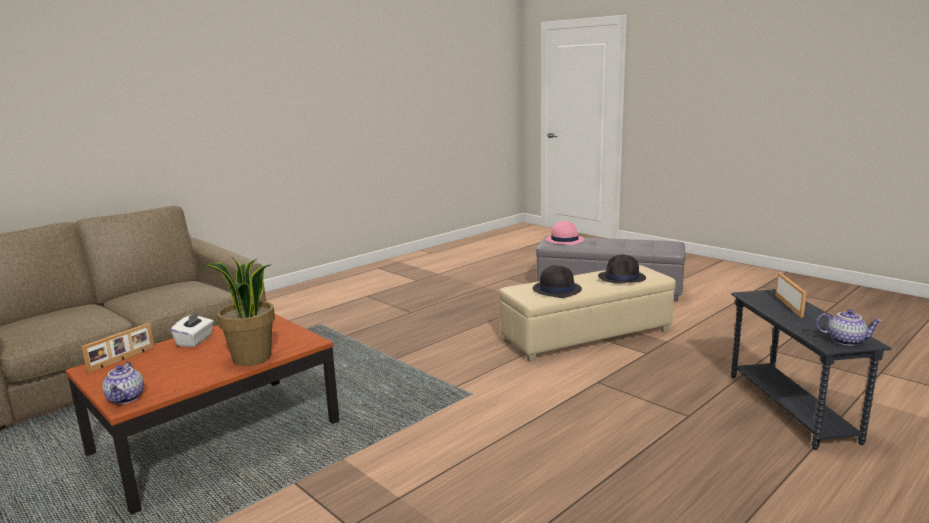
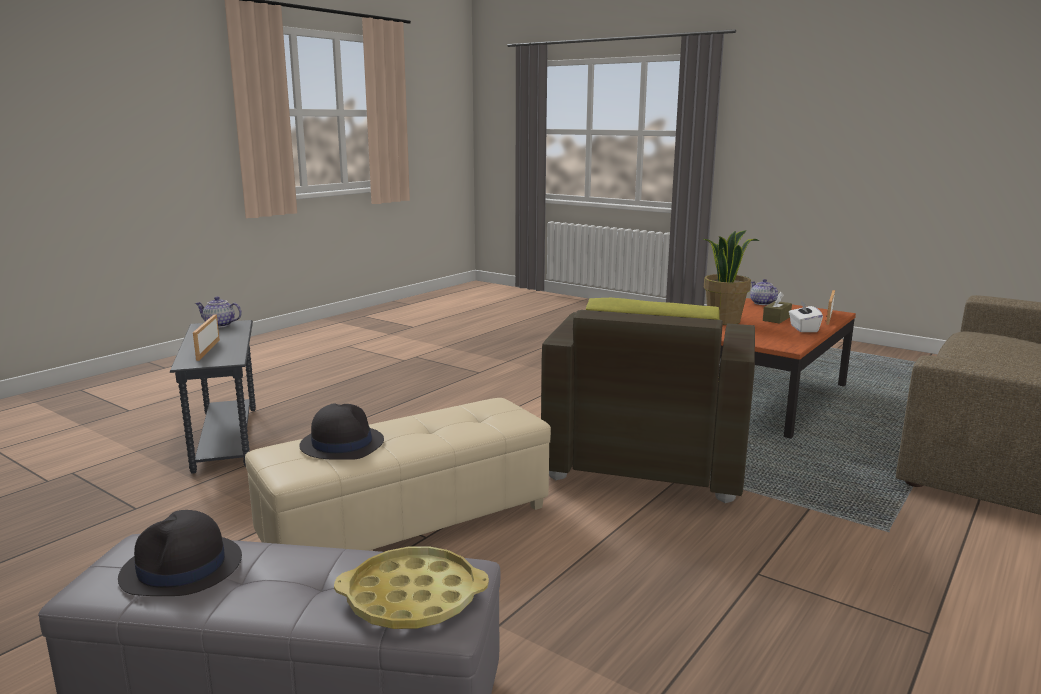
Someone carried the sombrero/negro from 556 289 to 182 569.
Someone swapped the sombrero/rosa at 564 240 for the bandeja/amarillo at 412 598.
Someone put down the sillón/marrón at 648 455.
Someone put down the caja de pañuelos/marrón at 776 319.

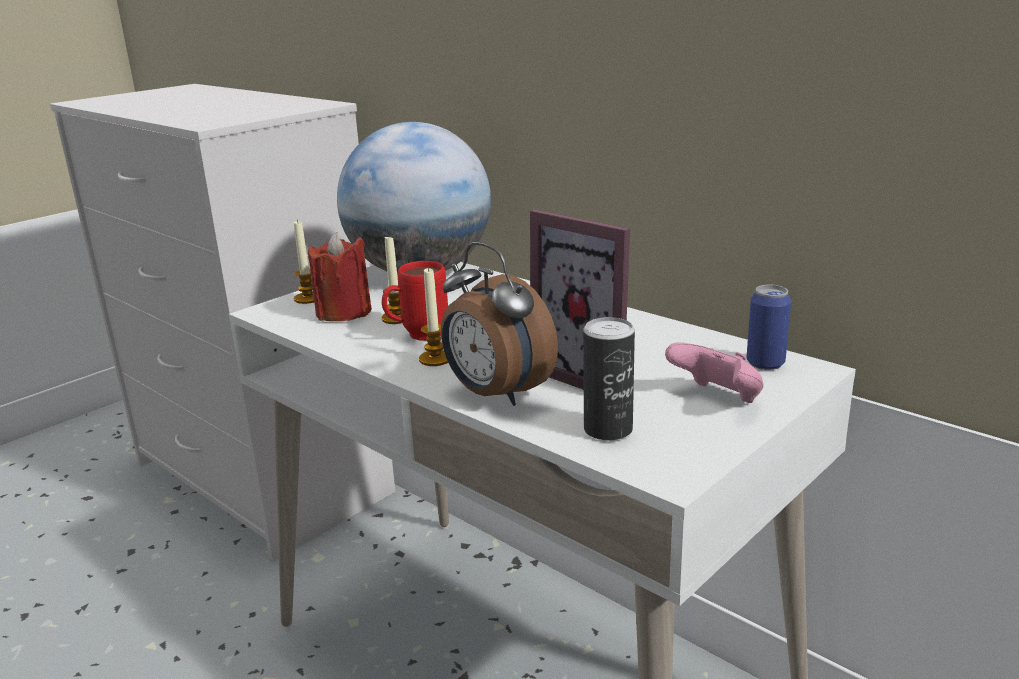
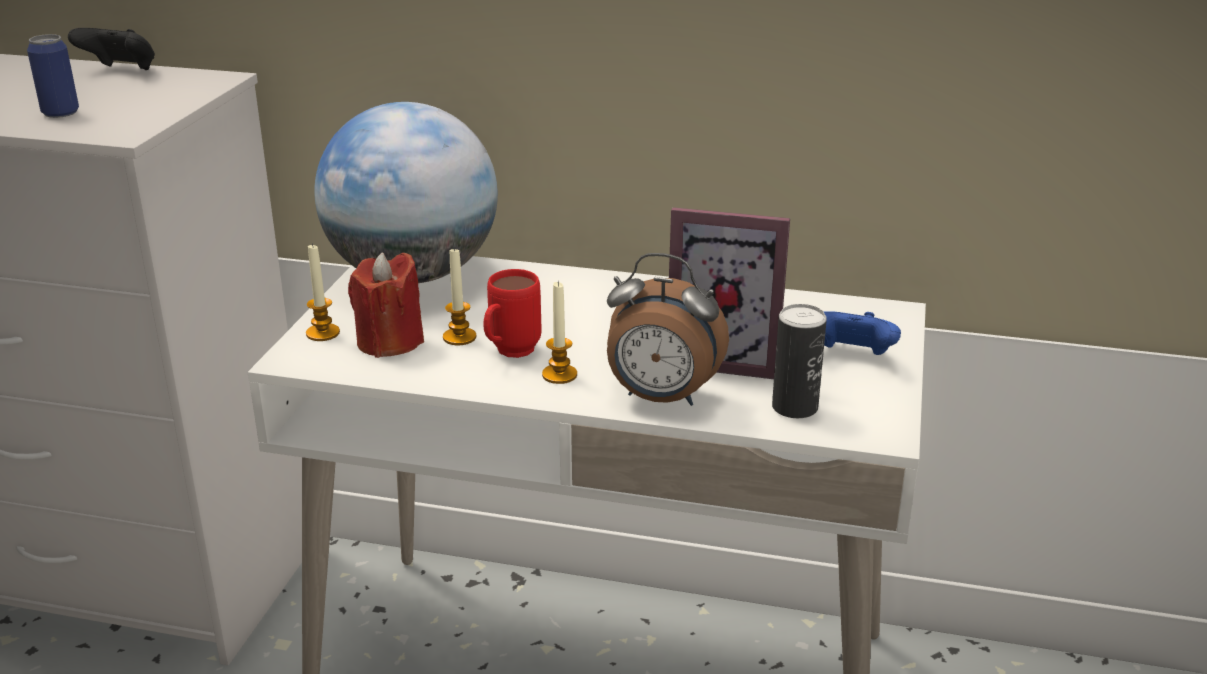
Someone repainted the mando de consola/rosa at 717 399, which became the mando de consola/azul at 851 357.
Someone carried the lata from 765 363 to 60 113.
Someone put down the mando de consola/negro at 121 71.

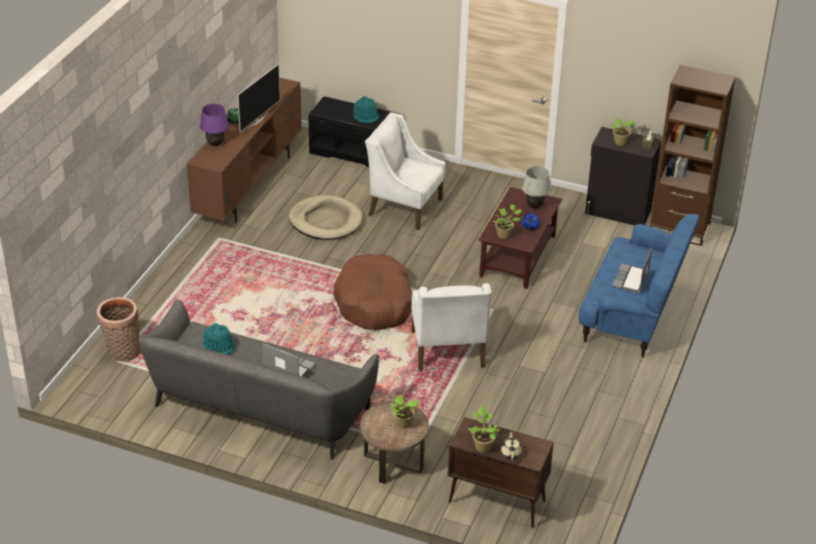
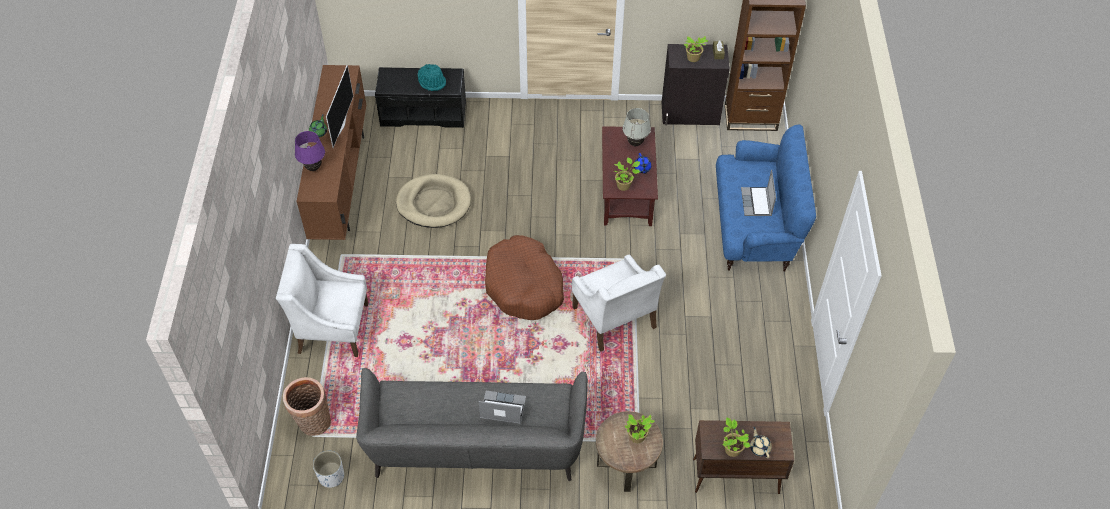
Someone took away the sombrero/turquesa at 219 346.
Someone carried the sillón/blanco from 404 206 to 332 328.
Someone put down the maceta/blanco at 331 476.

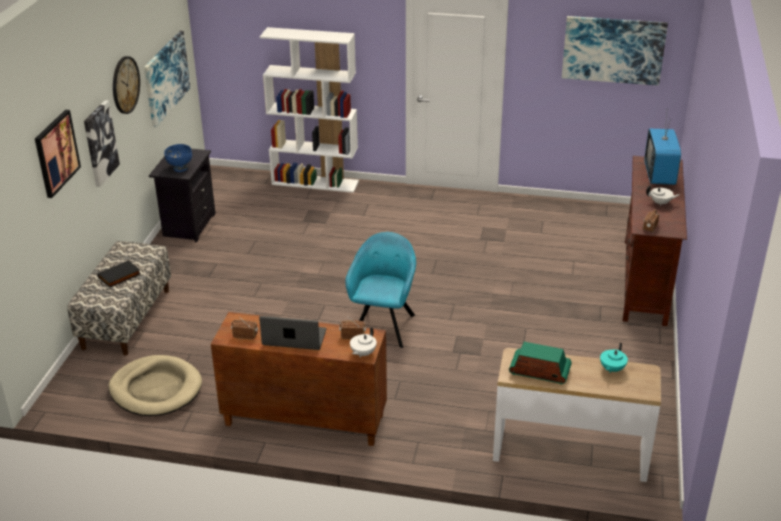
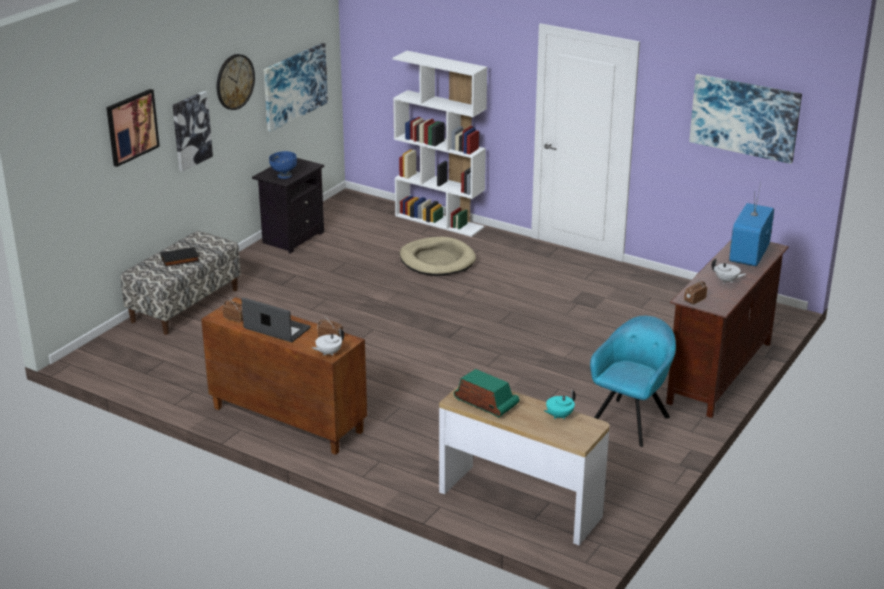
Someone carried the cama para perro/beis from 156 389 to 437 260.
Someone carried the sillón/turquesa from 383 325 to 630 420.

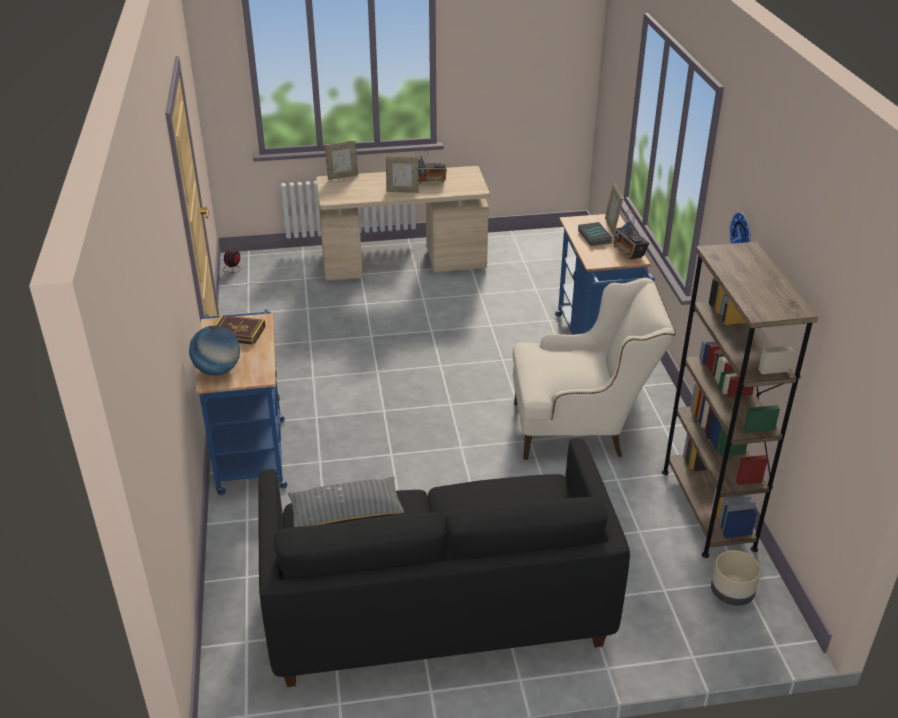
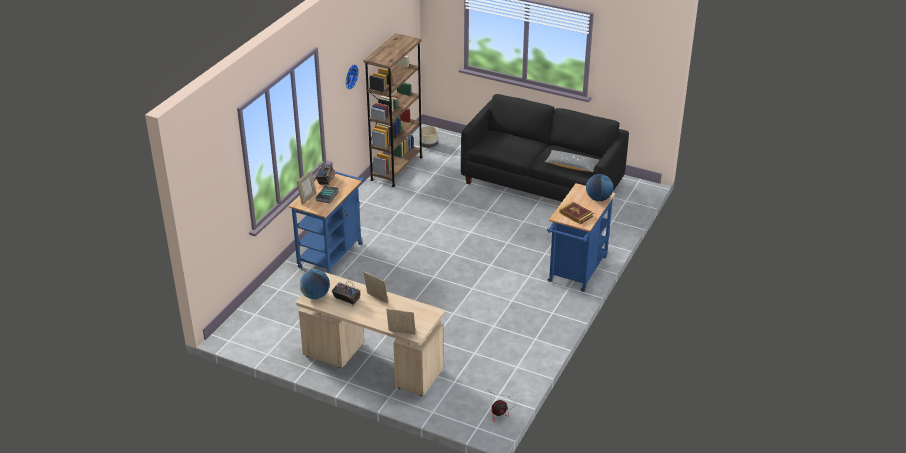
Someone took away the sillón/beis at 580 428.
Someone put down the globo terráqueo at 315 295.

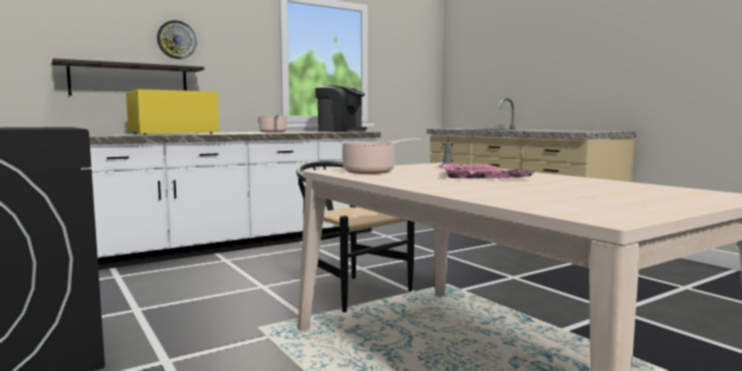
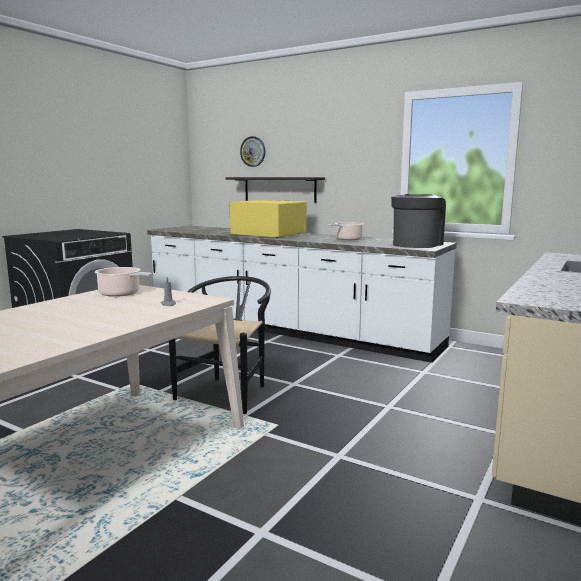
Someone carried the reloj de pared from 176 40 to 253 151.
Someone rotated the cafetera at 341 131 by 150 degrees counterclockwise.
Someone took away the bandeja/rosa at 483 176.

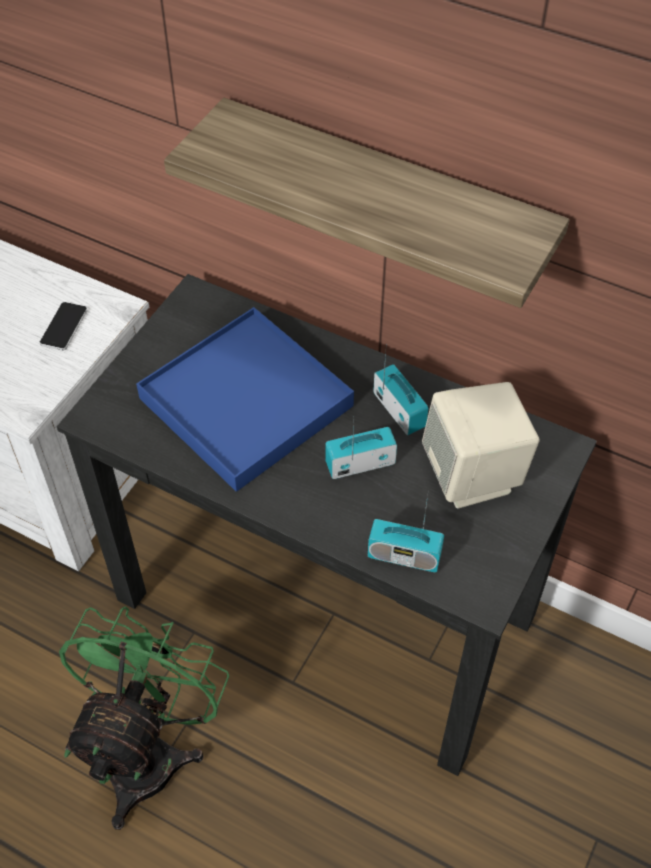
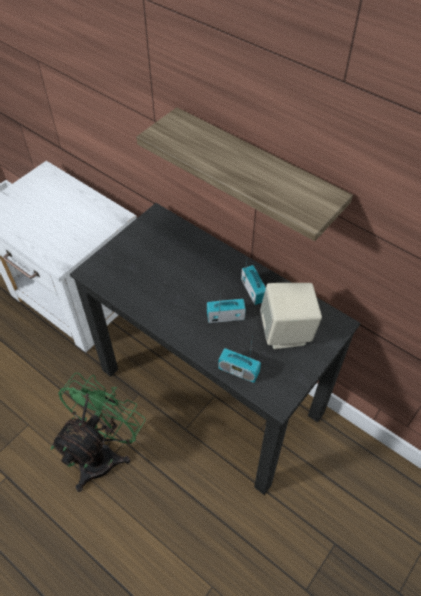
Someone took away the móvil at 64 327.
Someone took away the bandeja/azul at 247 402.

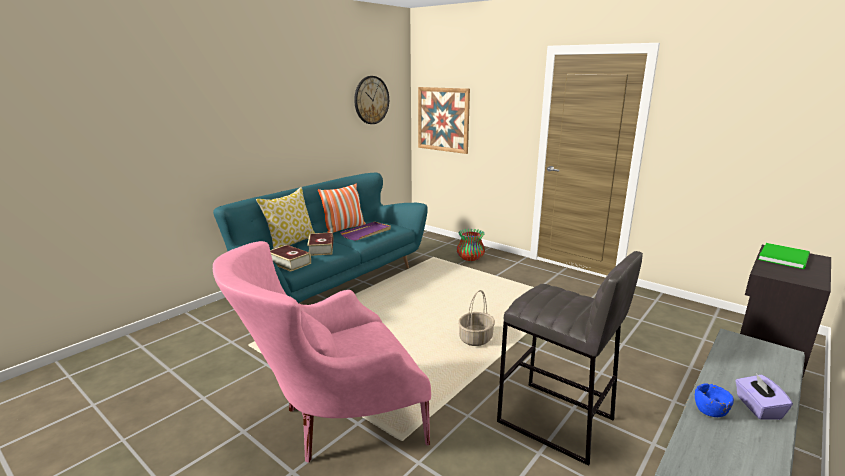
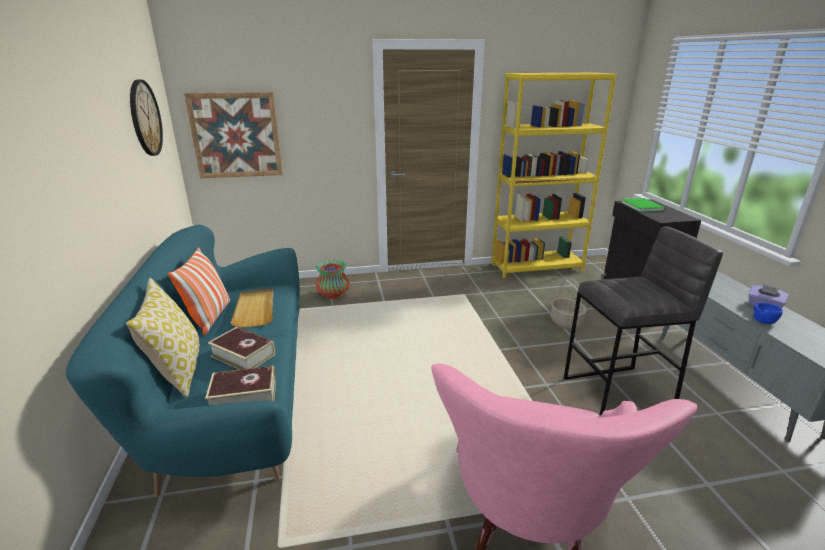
Someone repainted the bandeja/morado at 366 233, which became the bandeja/beis at 255 309.
Someone carried the cesta from 476 339 to 566 322.
Someone put down the estantería/amarillo at 536 267.

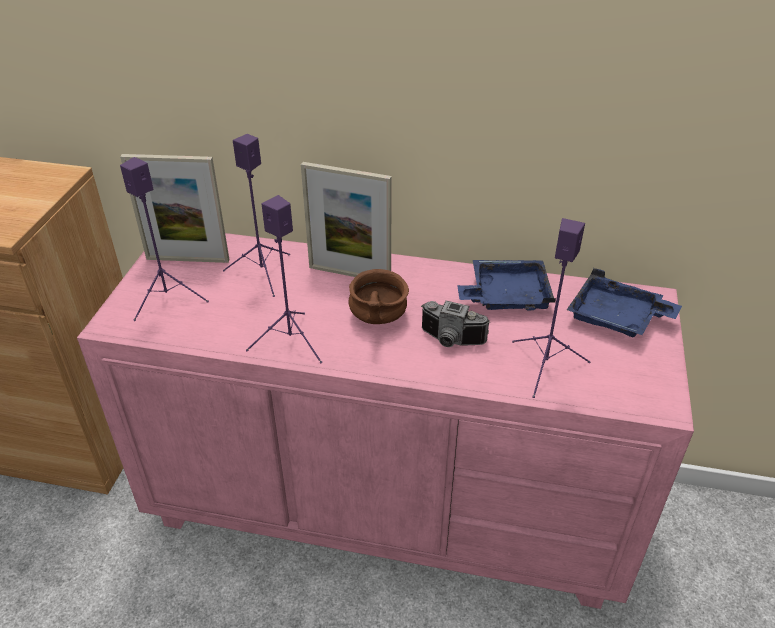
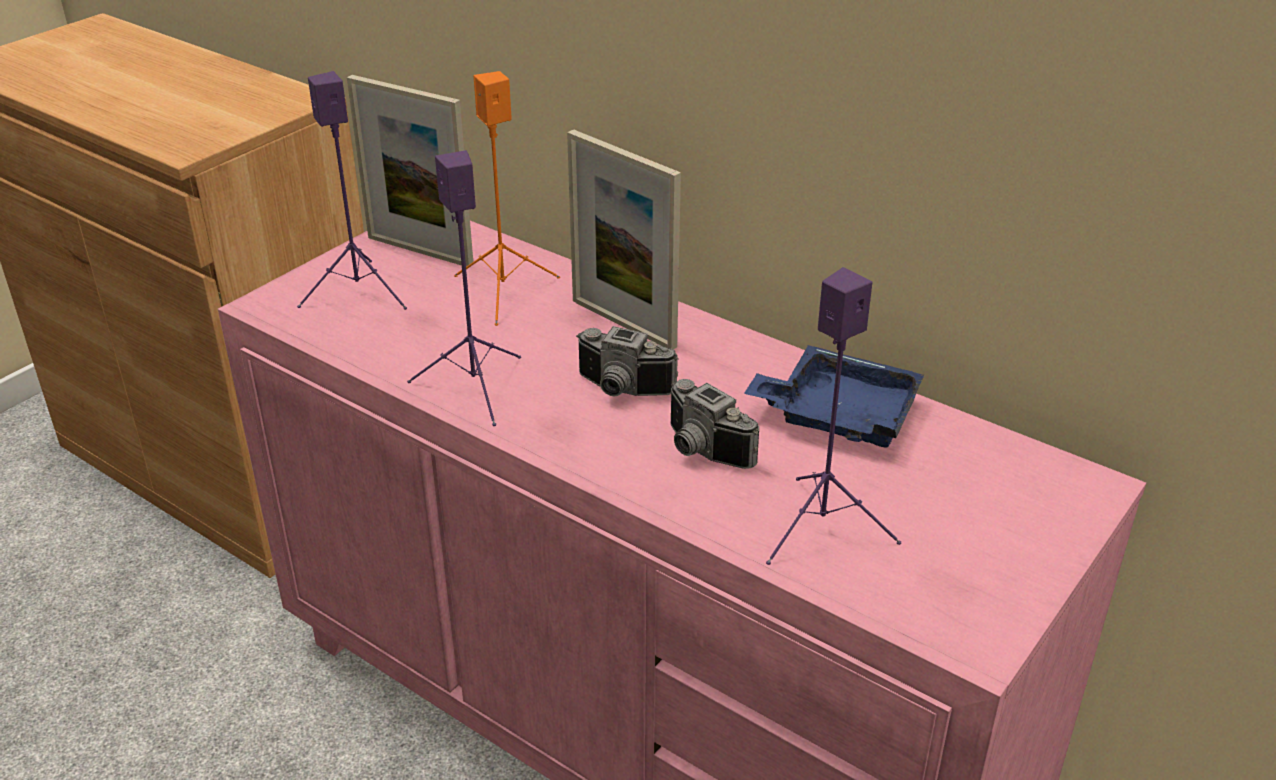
Someone repainted the altavoz/morado at 263 273, which became the altavoz/naranja at 504 293.
Someone swapped the cuenco/marrón at 379 317 for the cámara at 621 390.
Someone took away the bandeja/azul at 616 318.

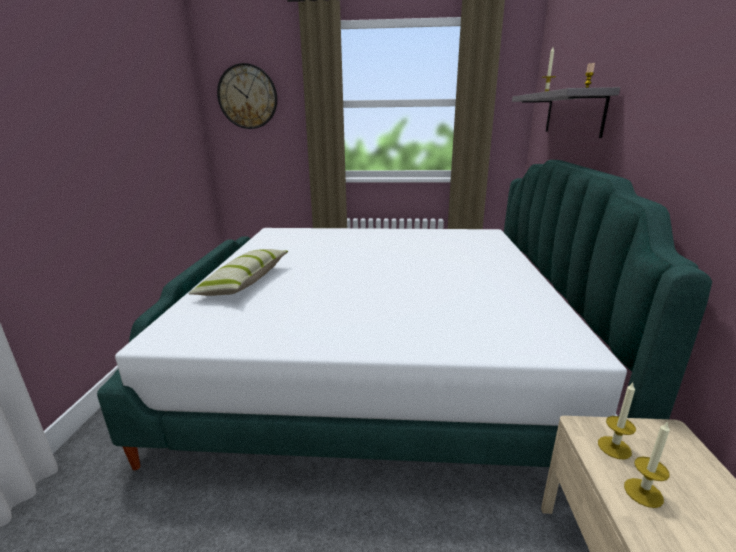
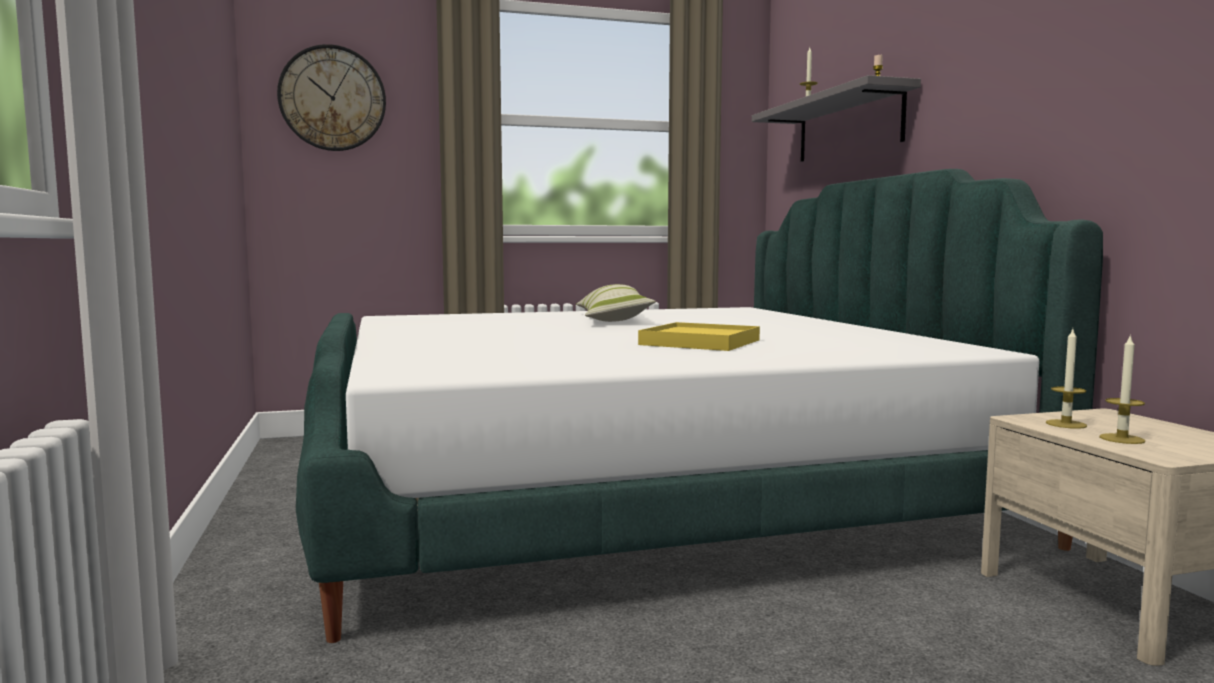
Someone carried the cojín from 245 282 to 612 319.
Someone put down the bandeja/amarillo at 700 342.

